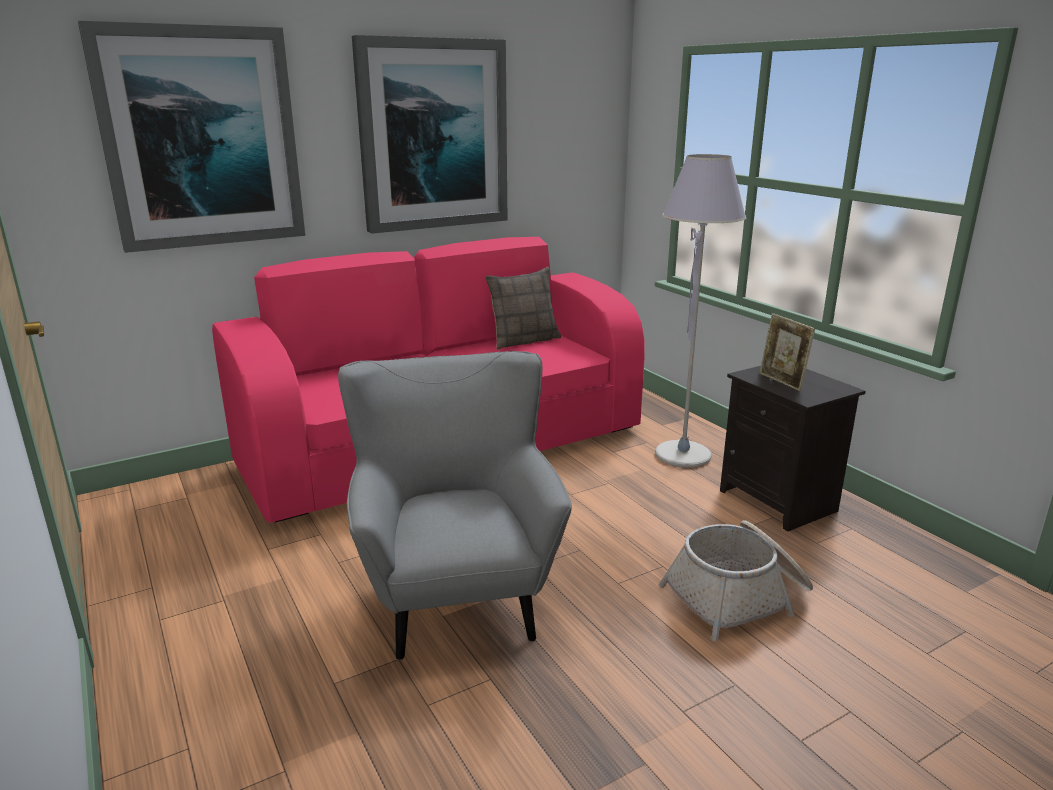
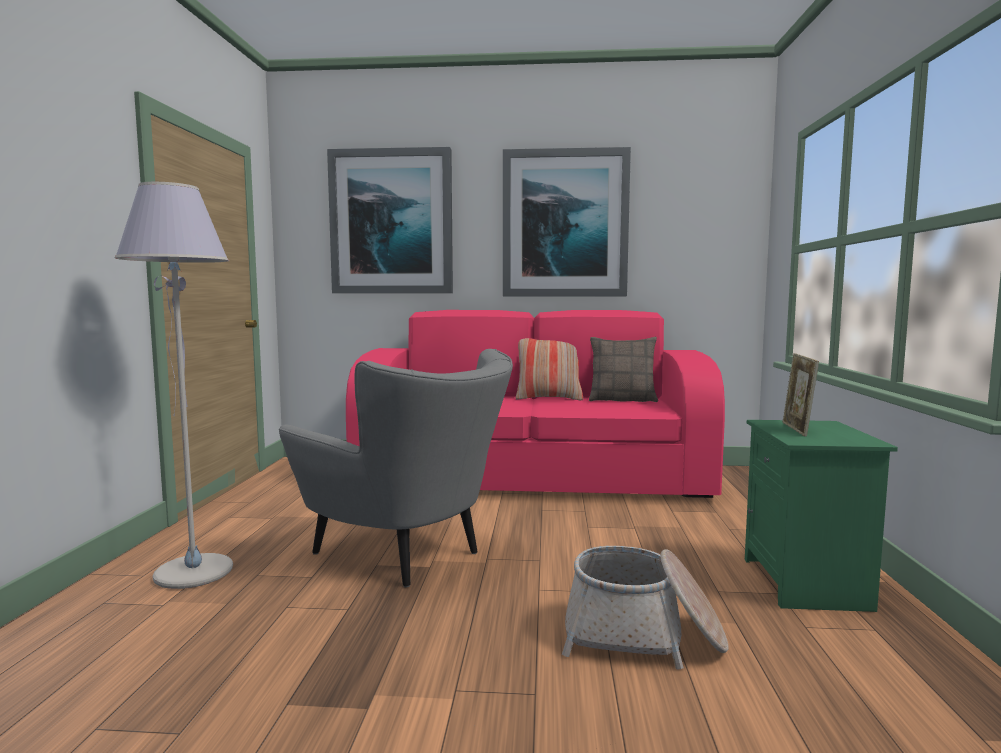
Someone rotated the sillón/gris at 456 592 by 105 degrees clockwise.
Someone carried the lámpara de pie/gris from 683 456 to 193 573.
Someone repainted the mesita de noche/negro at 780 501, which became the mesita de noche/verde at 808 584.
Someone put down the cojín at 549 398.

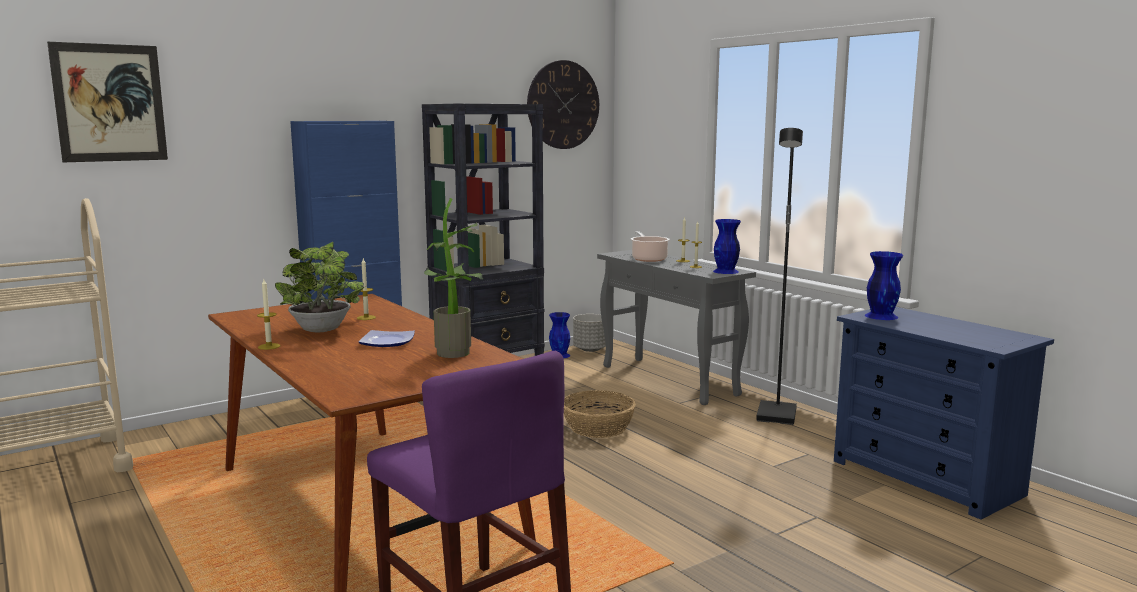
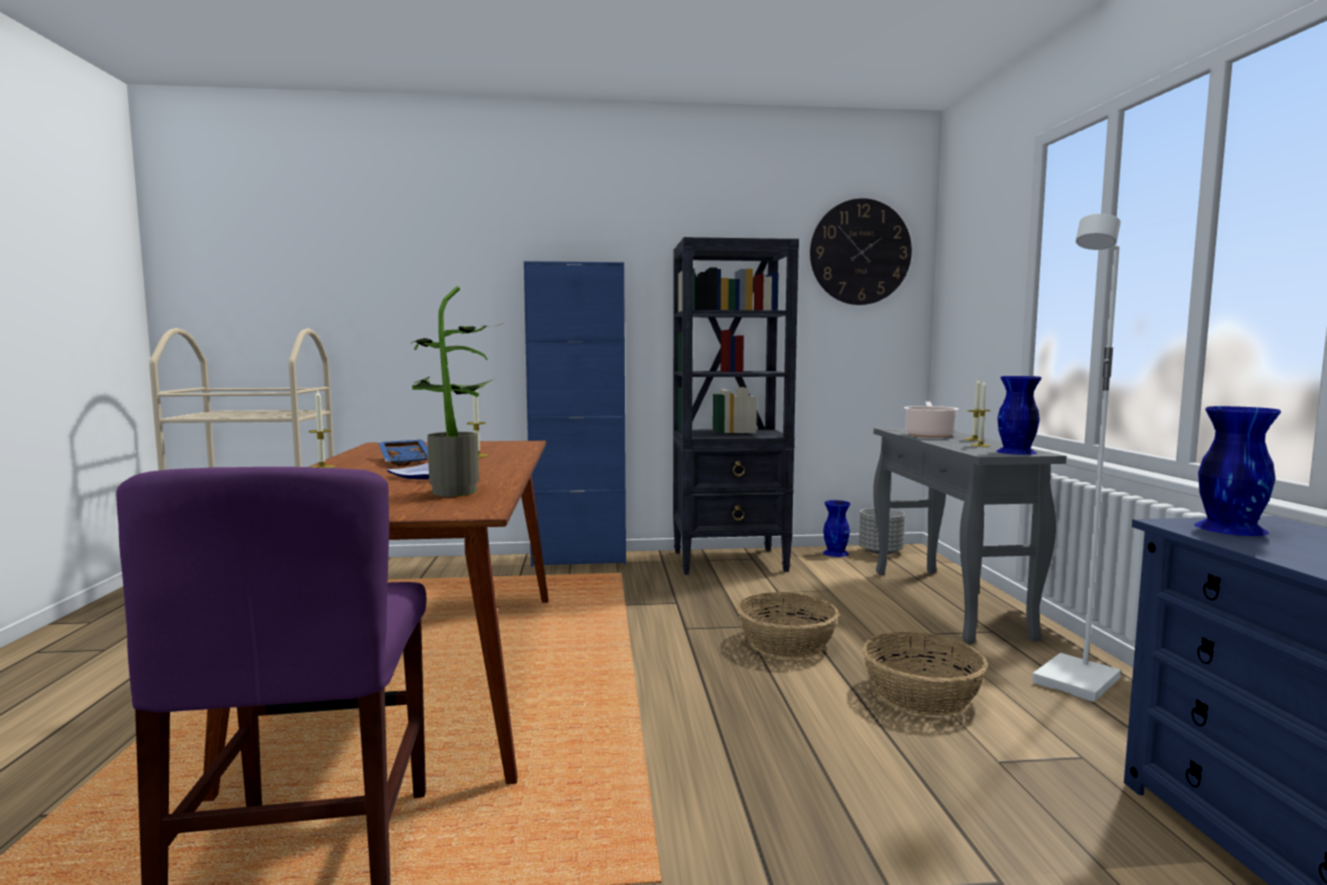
Someone took away the cuadro at 110 103.
Someone swapped the planta en maceta at 323 330 for the bandeja/azul at 407 461.
Someone repainted the lámpara de pie/negro at 777 415, which became the lámpara de pie/blanco at 1078 682.
Someone put down the cesta at 920 694.

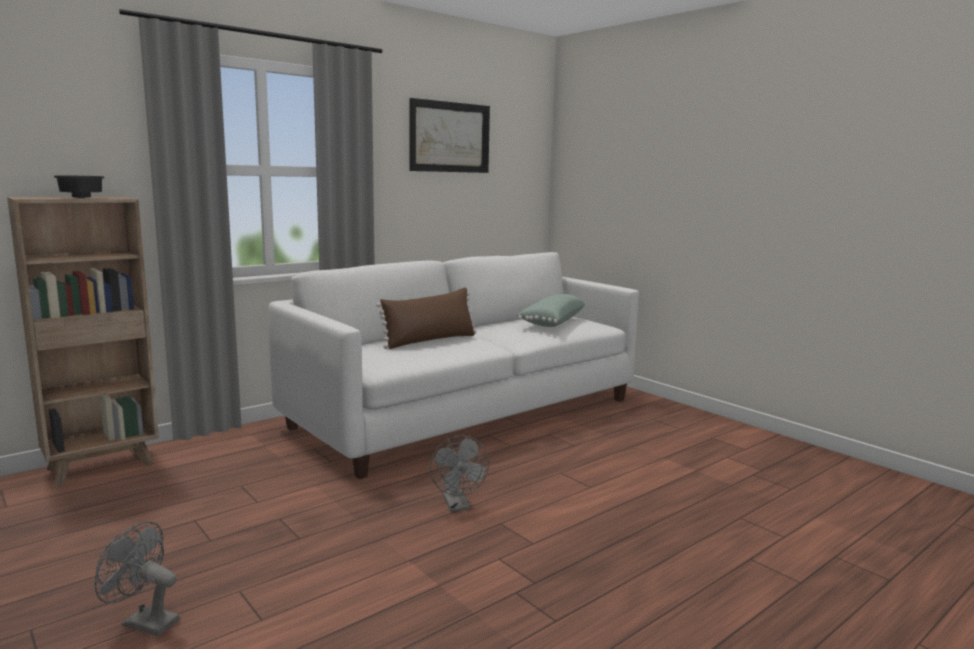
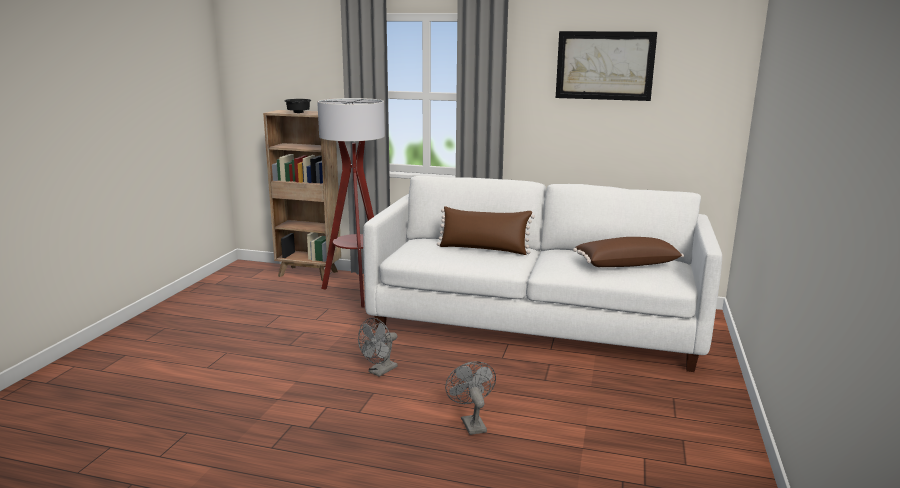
Someone carried the ventilador/gris from 143 622 to 471 423.
Someone repainted the cojín/verde at 551 322, which became the cojín/marrón at 626 264.
Someone put down the lámpara de pie at 357 292.

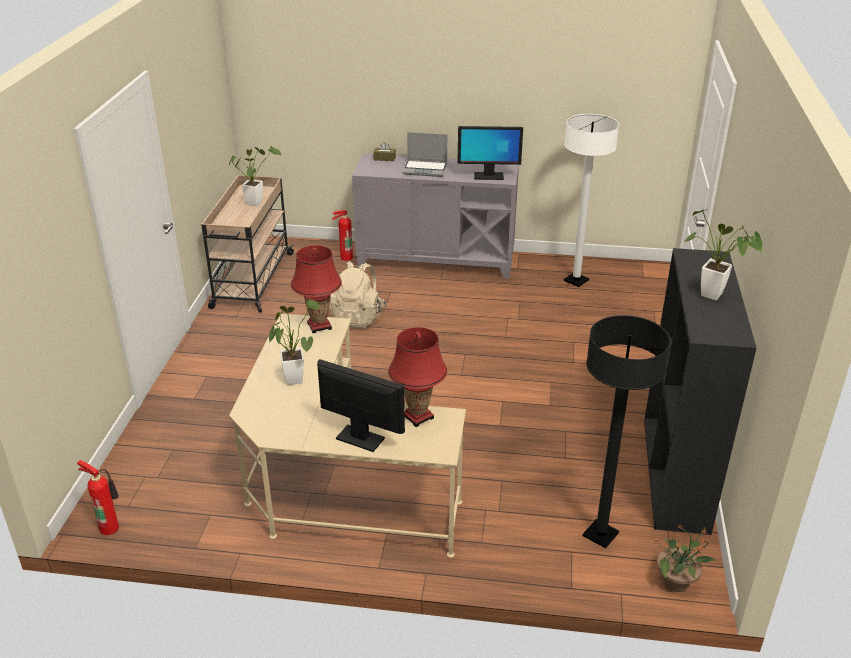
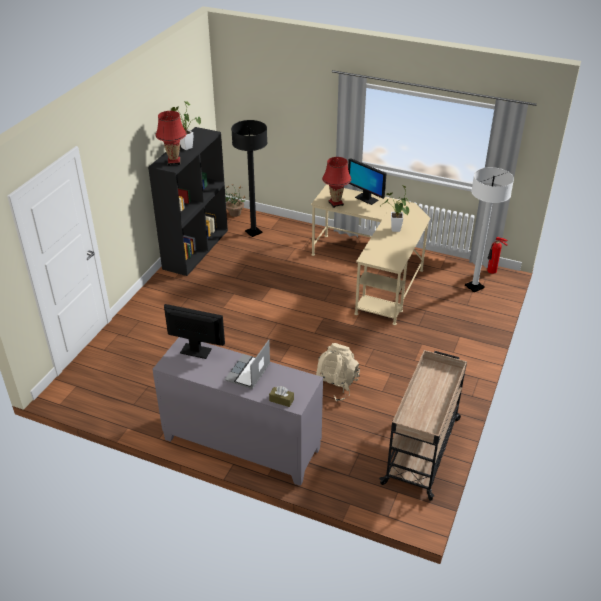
Someone took away the planta en maceta at 256 202.
Someone carried the lámpara de mesa/rojo from 319 326 to 174 162.
Someone took away the extintor at 345 257.
Someone rotated the portátil at 425 169 by 90 degrees counterclockwise.
Someone carried the lámpara de pie/blanco from 576 280 to 474 287.

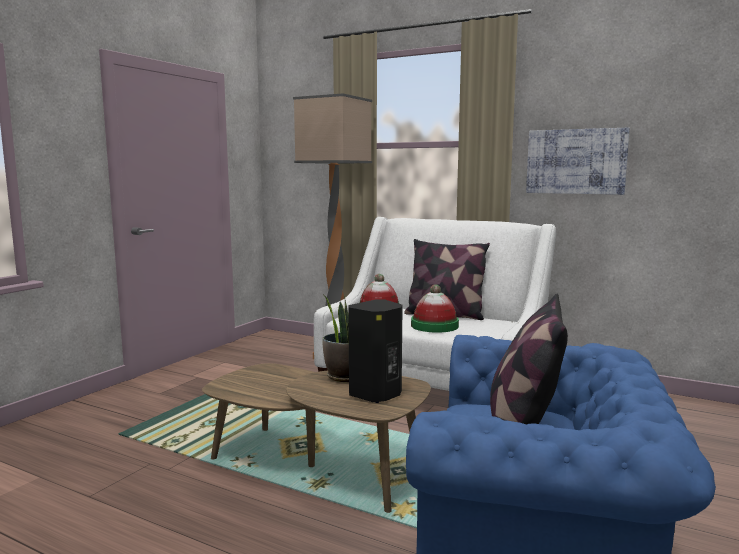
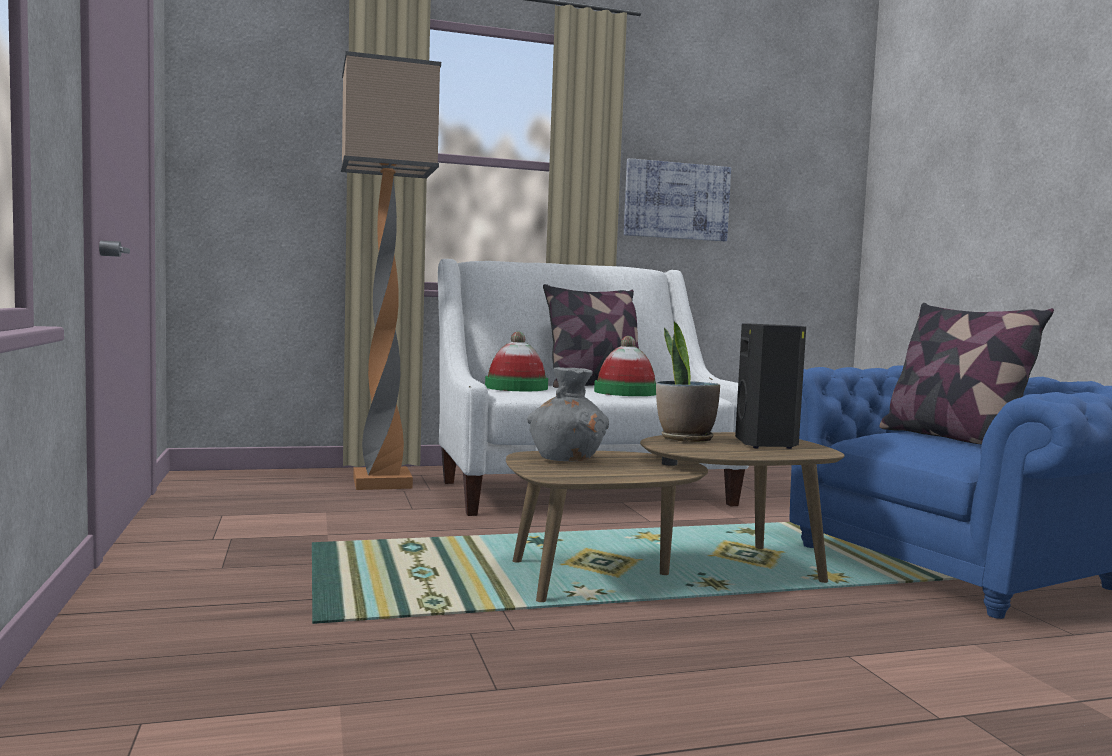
Someone put down the florero/gris at 567 459.

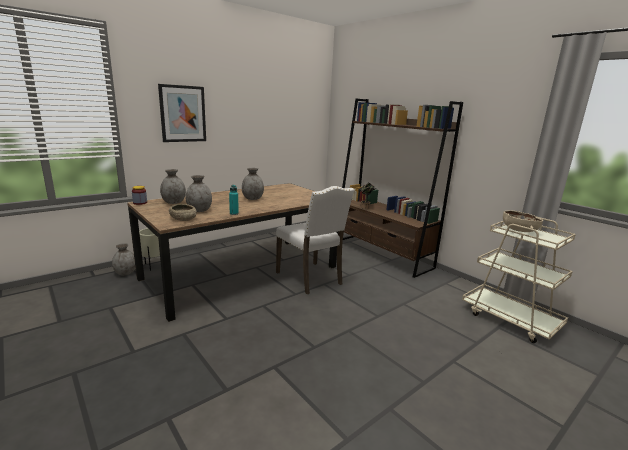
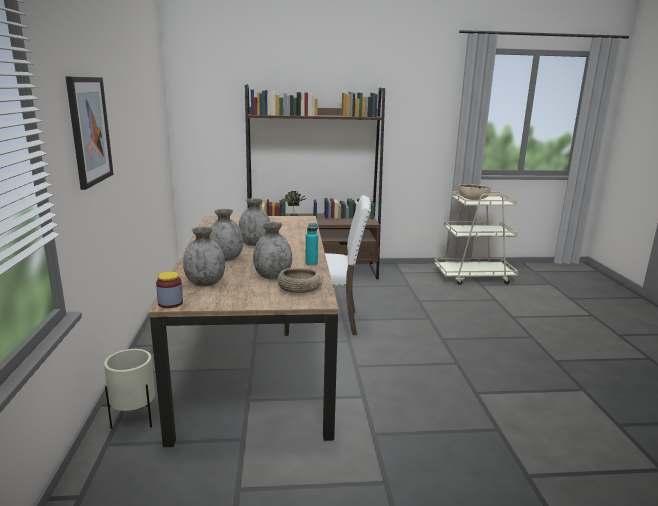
Someone carried the florero/gris from 126 273 to 226 258.

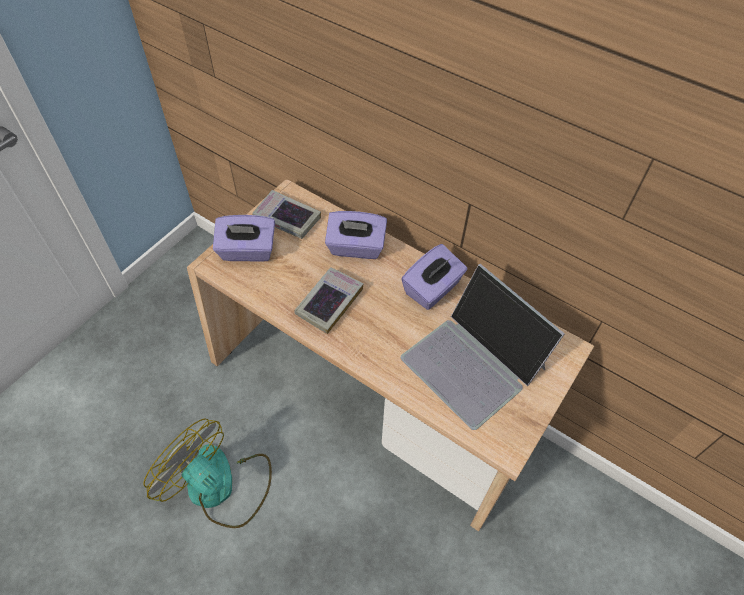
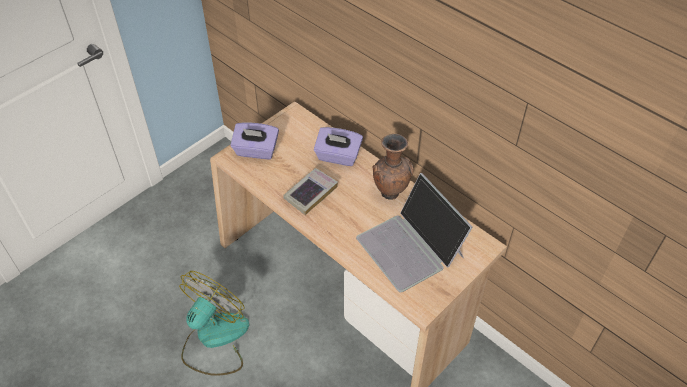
Someone rotated the ventilador at 221 487 by 75 degrees clockwise.
Someone took away the libro at 287 218.
Someone swapped the caja de pañuelos/morado at 432 289 for the florero/marrón at 390 192.

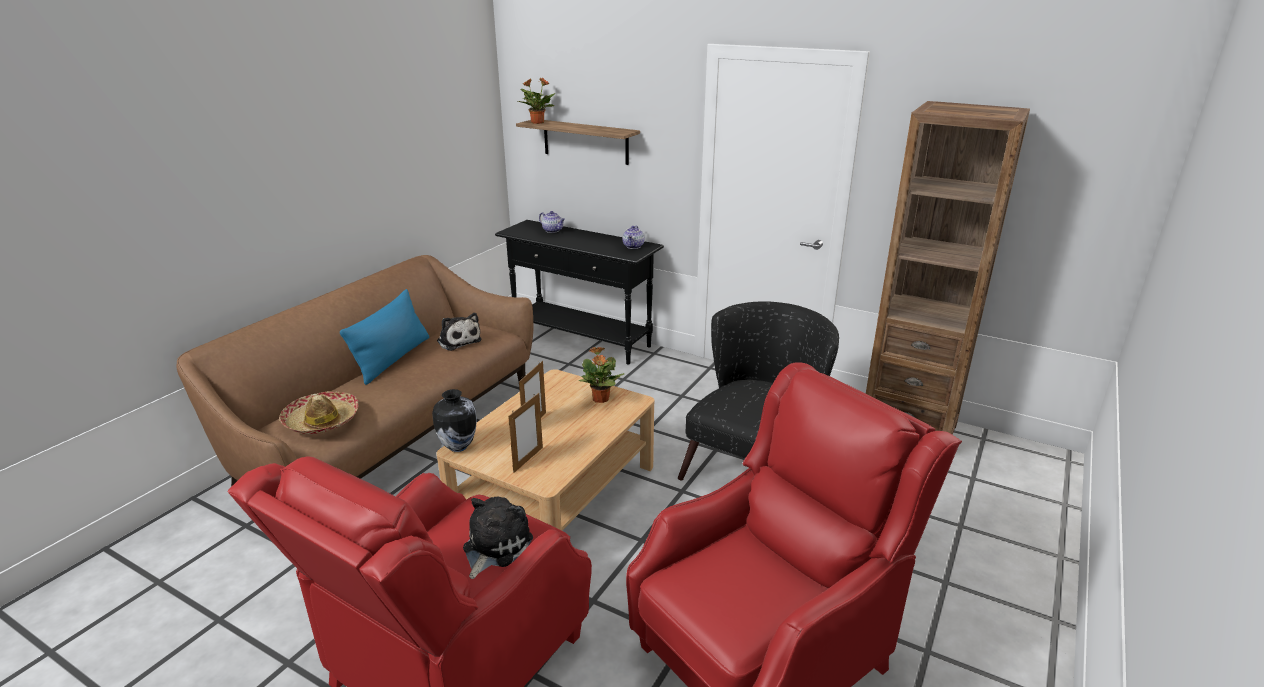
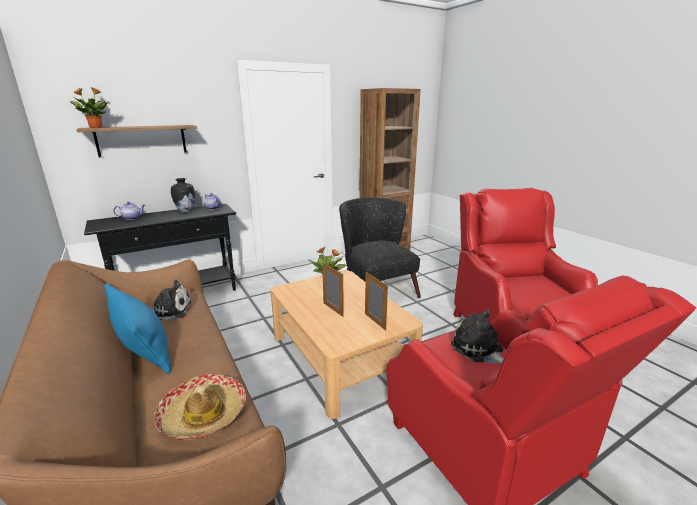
Someone carried the florero from 458 446 to 185 211.

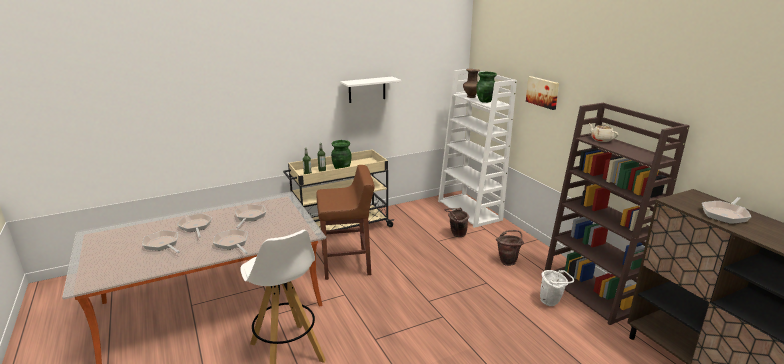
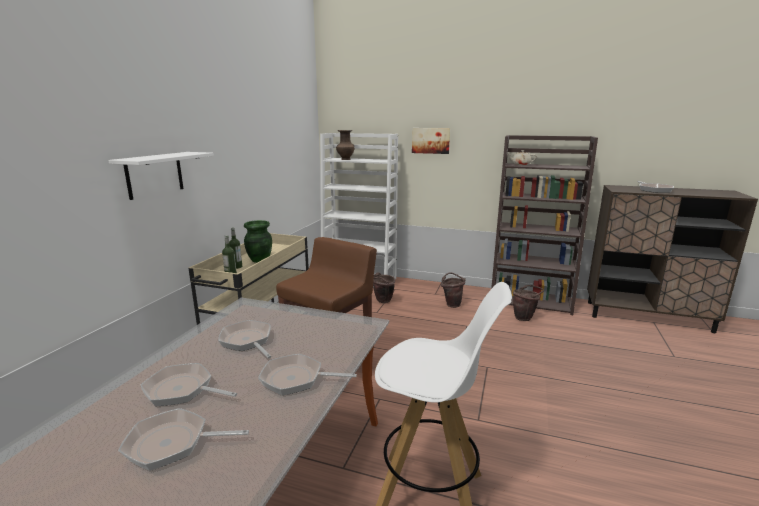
Someone carried the estante/blanco from 367 89 to 154 175.
Someone took away the florero/verde at 485 101.
Someone repainted the cubo/blanco at 552 302, which became the cubo/marrón at 525 318.

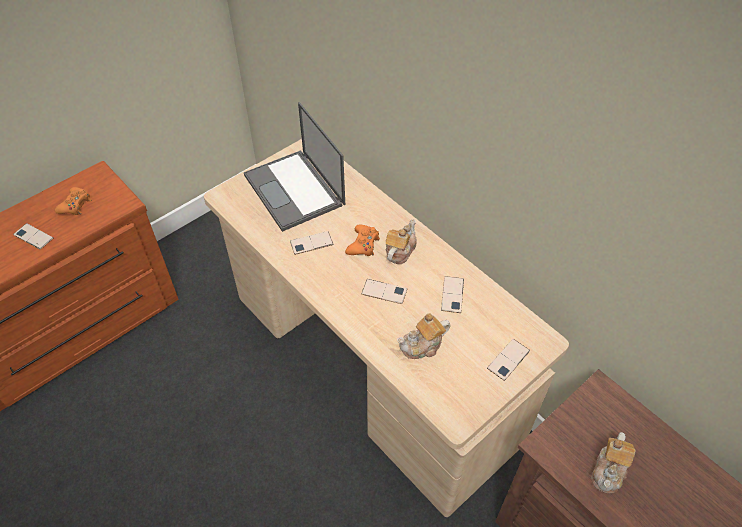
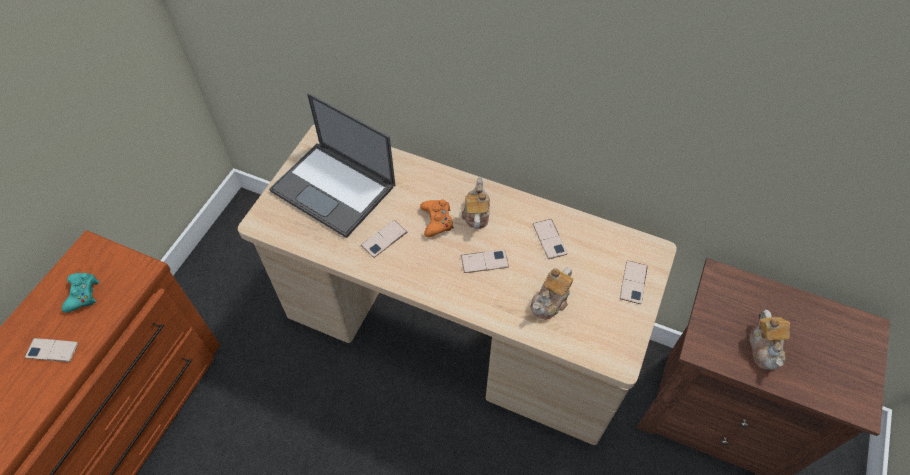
Someone repainted the mando de consola/naranja at 75 205, which became the mando de consola/turquesa at 83 294.

